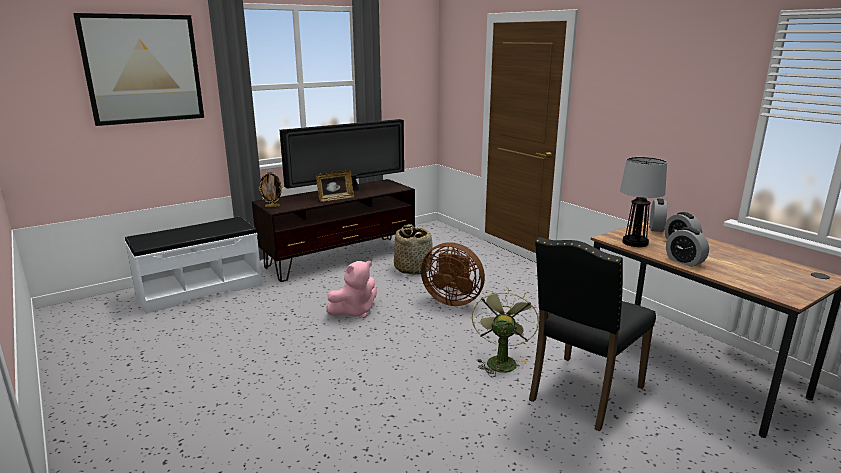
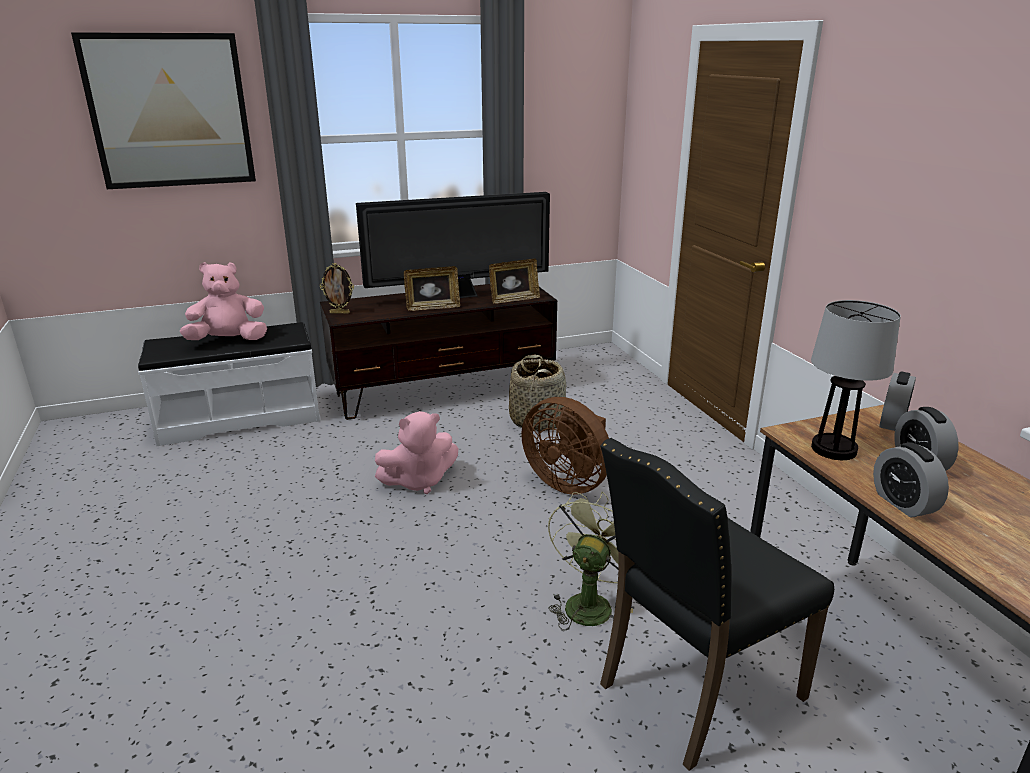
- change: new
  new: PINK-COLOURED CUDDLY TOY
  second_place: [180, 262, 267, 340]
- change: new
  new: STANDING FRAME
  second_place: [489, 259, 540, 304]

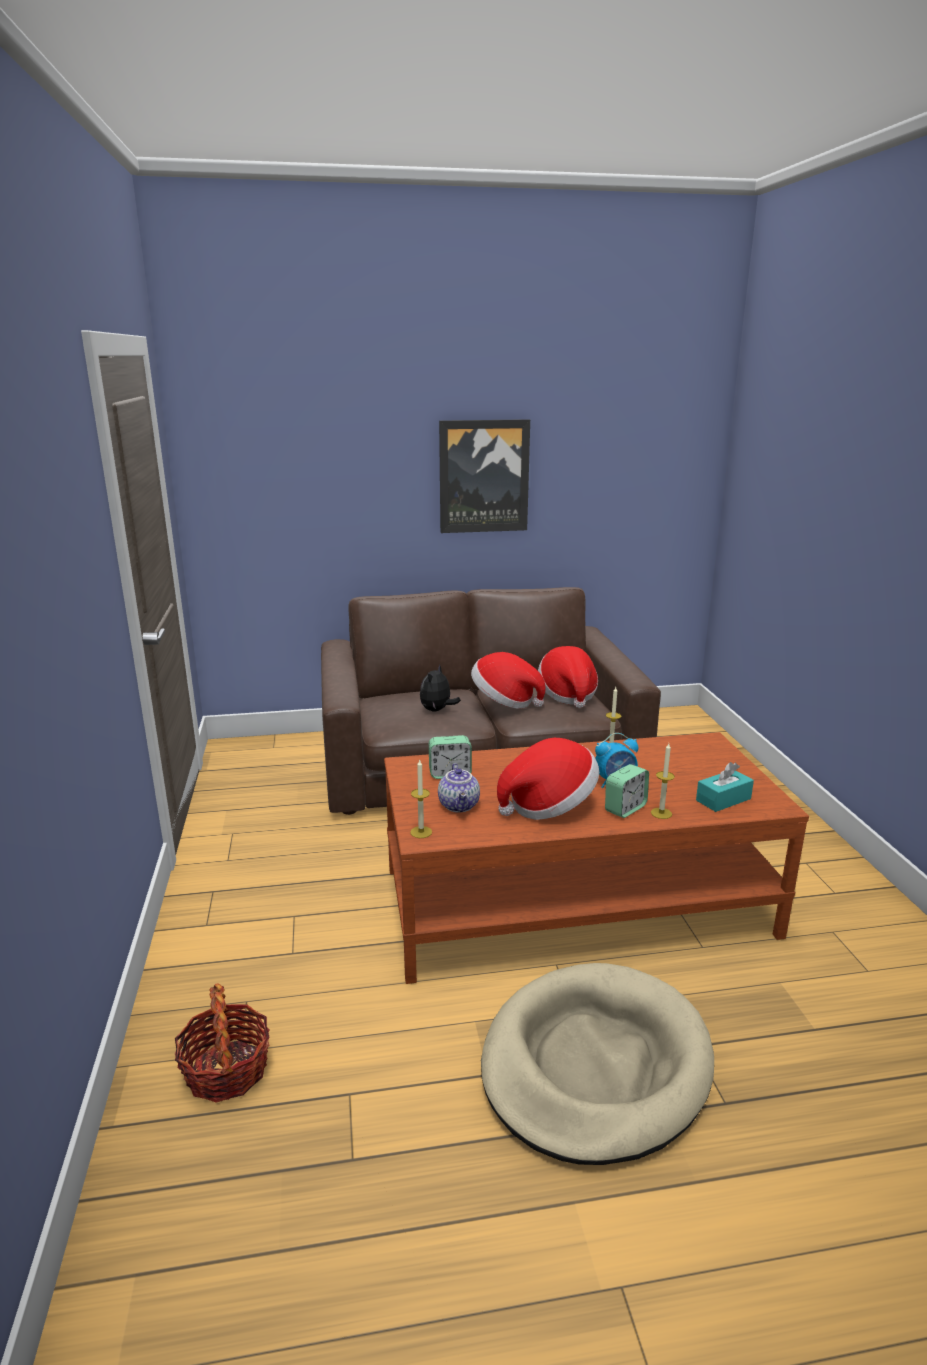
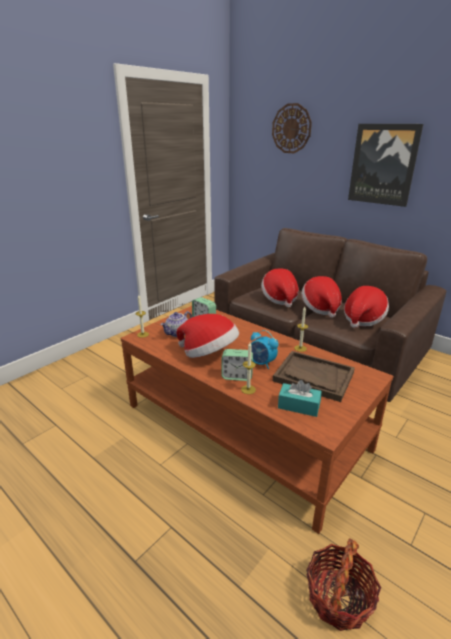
- change: shifted
  old: HOUSEHOLD BASKET
  first_place: [174, 983, 270, 1103]
  second_place: [306, 539, 381, 631]
- change: swapped
  old: CUDDLY TOY
  new: CLOTHING HAT
  first_place: [420, 665, 461, 712]
  second_place: [261, 268, 299, 307]
- change: gone
  old: BEIGE-COLOURED PET BED
  first_place: [481, 963, 714, 1165]
- change: new
  new: WALL CLOCK
  second_place: [272, 103, 312, 153]
- change: new
  new: BROWN CARRYING TRAY
  second_place: [273, 351, 355, 402]

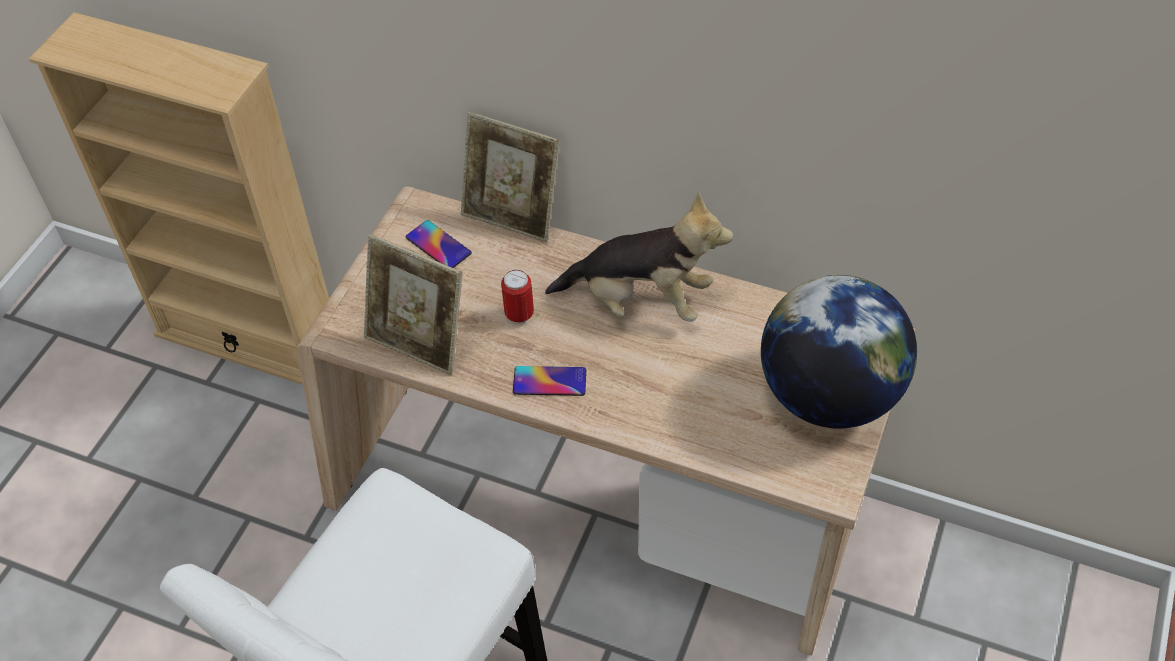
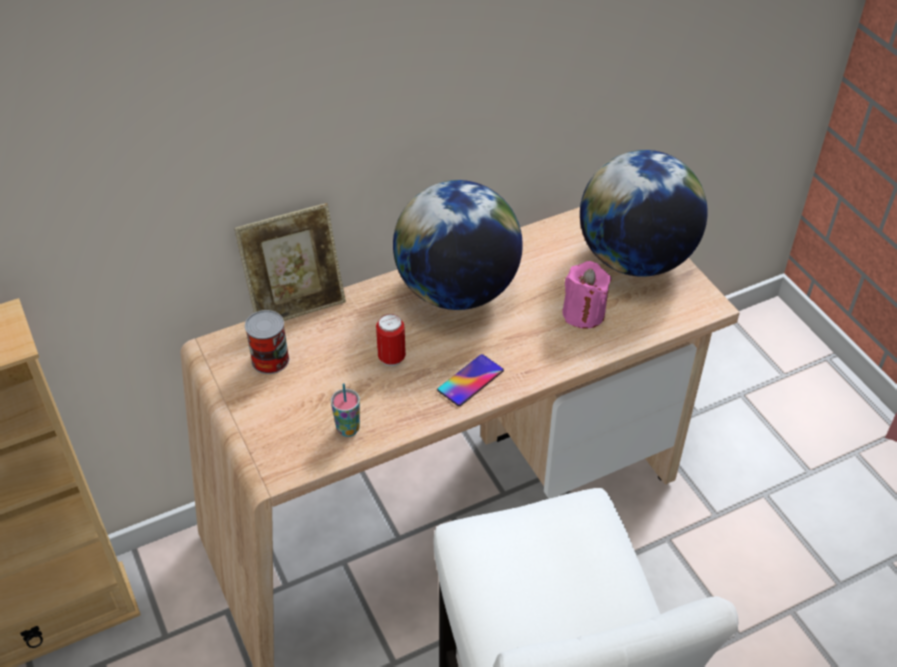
- change: swapped
  old: STANDING FRAME
  new: SMALL CUP
  first_place: [364, 234, 462, 375]
  second_place: [331, 383, 360, 437]
- change: swapped
  old: PHONE
  new: SEALED CAN
  first_place: [406, 220, 472, 268]
  second_place: [245, 310, 289, 374]
- change: swapped
  old: CUDDLY TOY
  new: WORLD GLOBE
  first_place: [545, 192, 733, 322]
  second_place: [393, 180, 523, 310]
- change: new
  new: PINK-COLOURED WAX LIGHT
  second_place: [562, 261, 611, 329]

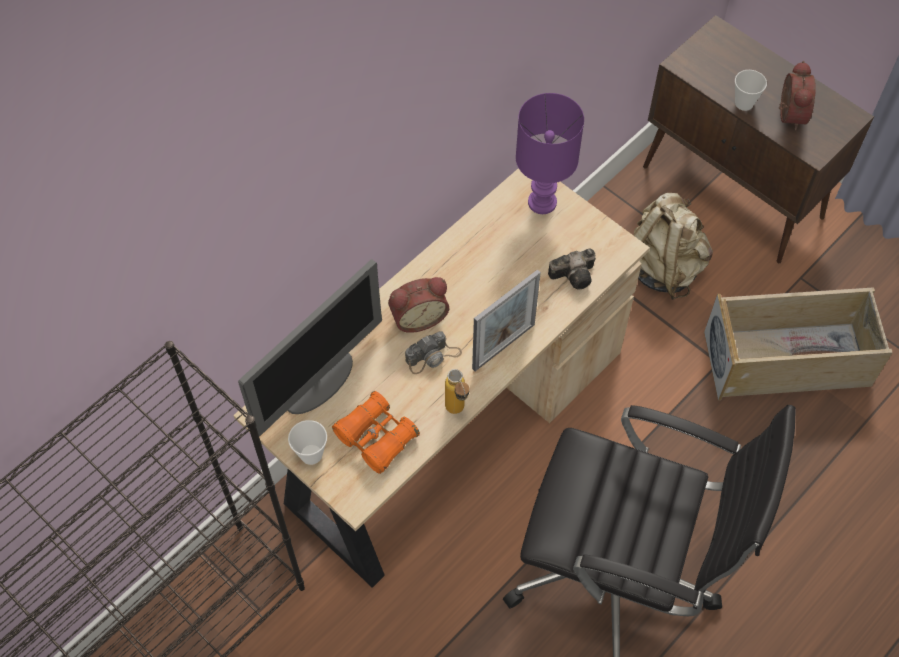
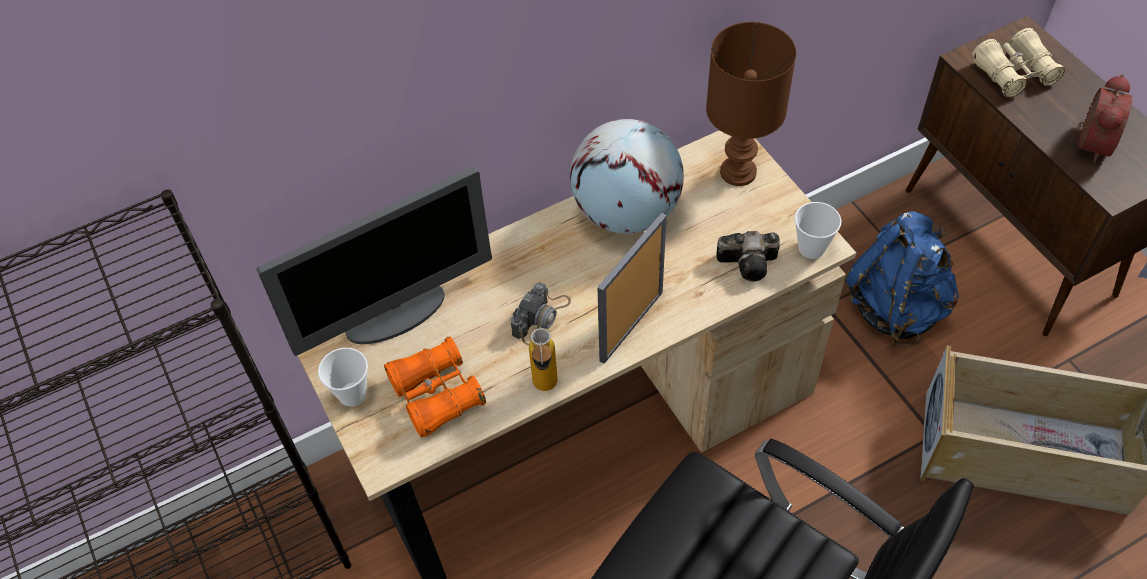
- change: gone
  old: ALARM CLOCK
  first_place: [388, 277, 449, 333]
- change: rotated
  old: PHOTO CAMERA
  first_place: [405, 331, 462, 374]
  second_place: [511, 282, 571, 345]
  degrees: -45
- change: rotated
  old: STANDING FRAME
  first_place: [472, 269, 541, 371]
  second_place: [597, 213, 667, 364]
  degrees: 150
- change: repainted
  old: PURPLE-COLOURED TABLE LAMP
  new: BROWN TABLE LAMP
  first_place: [516, 93, 584, 214]
  second_place: [706, 22, 796, 186]
- change: repainted
  old: BEIGE-COLOURED RUCKSACK
  new: BLUE-COLOURED RUCKSACK
  first_place: [633, 193, 713, 300]
  second_place: [844, 211, 959, 346]
- change: shifted
  old: SMALL CUP
  first_place: [735, 70, 767, 111]
  second_place: [795, 202, 841, 259]
- change: new
  new: WORLD GLOBE
  second_place: [570, 119, 684, 234]
- change: new
  new: BEIGE-COLOURED FIELD GLASSES
  second_place: [972, 28, 1065, 98]

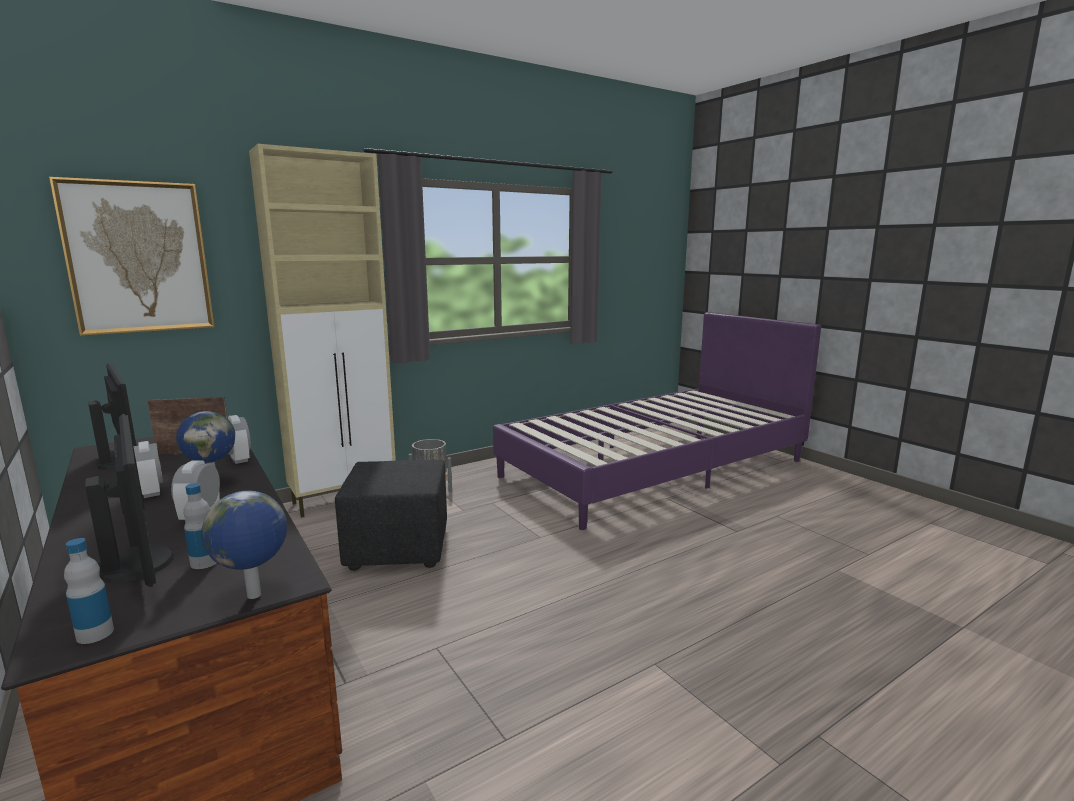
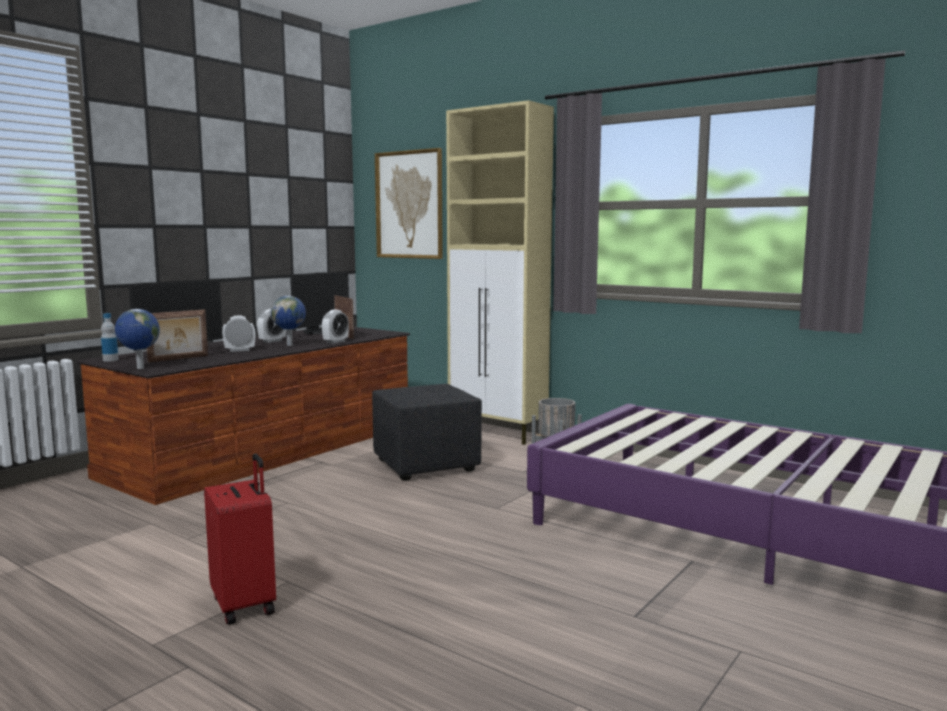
- change: swapped
  old: BOTTLE
  new: STANDING FRAME
  first_place: [183, 483, 216, 569]
  second_place: [147, 309, 208, 362]
- change: new
  new: REDDISH PIECE OF LUGGAGE
  second_place: [204, 453, 276, 625]

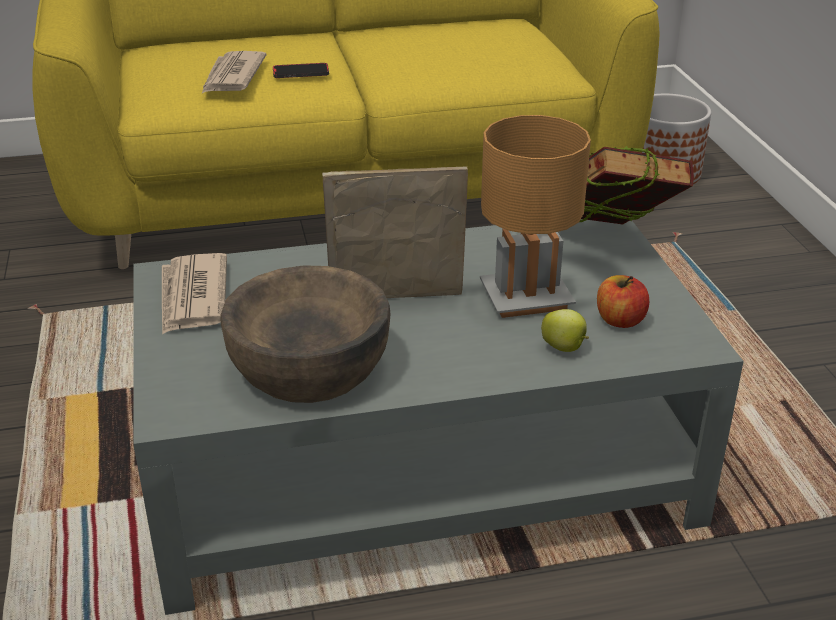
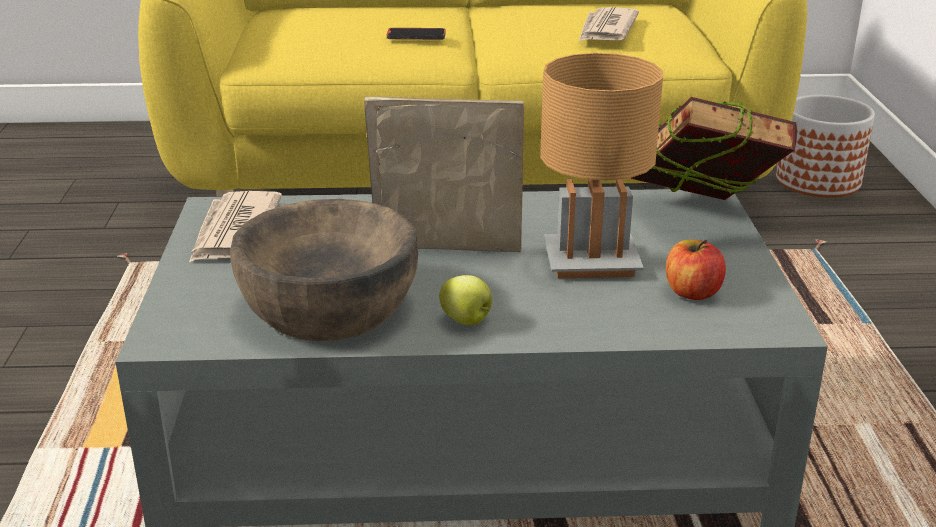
- change: shifted
  old: DAILY PAPER
  first_place: [201, 51, 266, 94]
  second_place: [578, 7, 639, 42]
- change: shifted
  old: APPLE FRUIT
  first_place: [541, 309, 589, 352]
  second_place: [439, 275, 492, 325]

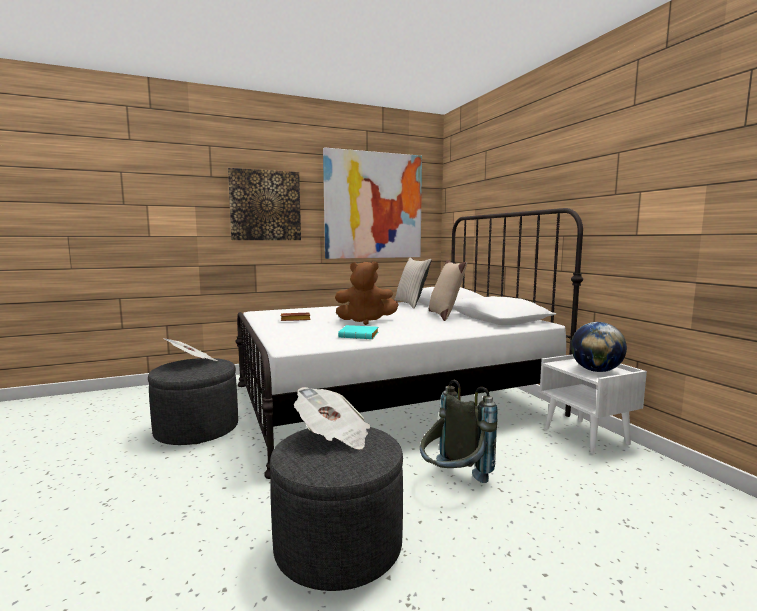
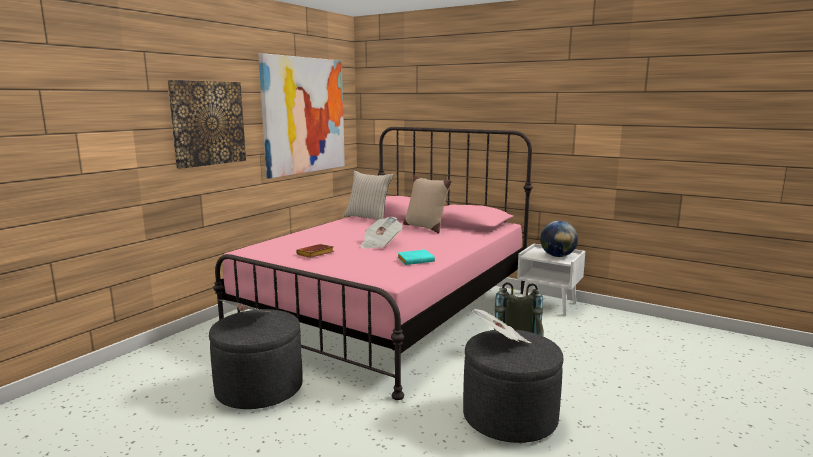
- change: repainted
  old: WHITE BEDROOM BED
  new: PINK-COLOURED BEDROOM BED
  first_place: [235, 208, 583, 479]
  second_place: [213, 127, 533, 400]
- change: swapped
  old: BROWN CUDDLY TOY
  new: DAILY PAPER
  first_place: [335, 261, 399, 325]
  second_place: [360, 217, 403, 249]

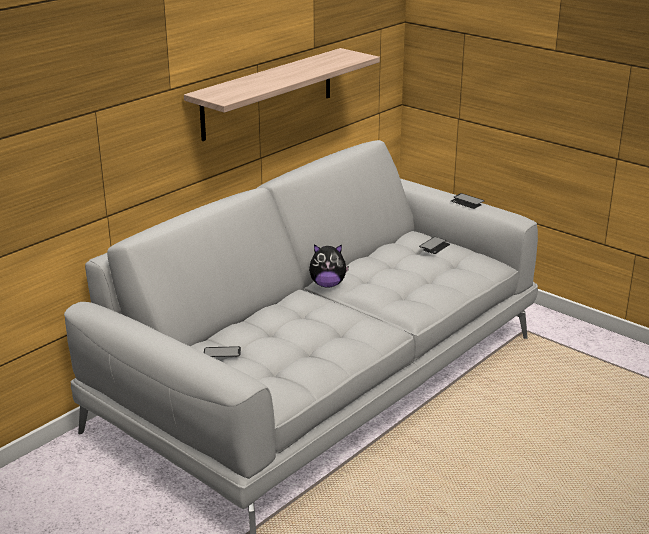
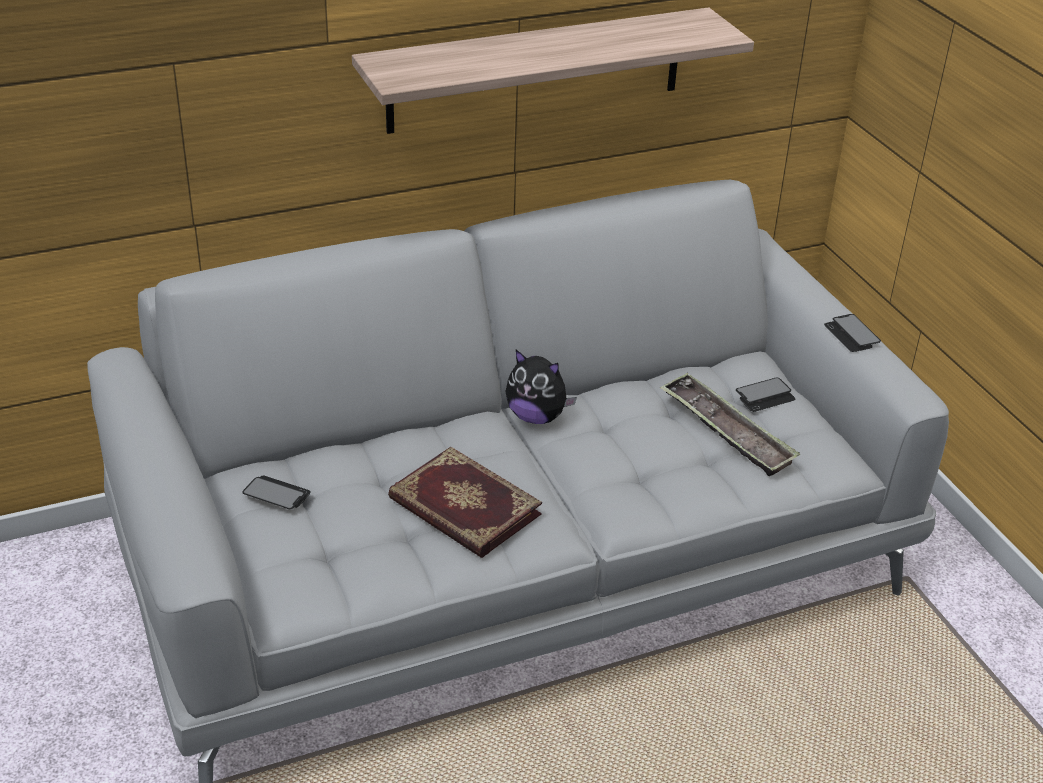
- change: new
  new: VOLUME
  second_place: [388, 447, 542, 558]
- change: new
  new: CARRYING TRAY
  second_place: [660, 372, 800, 476]

